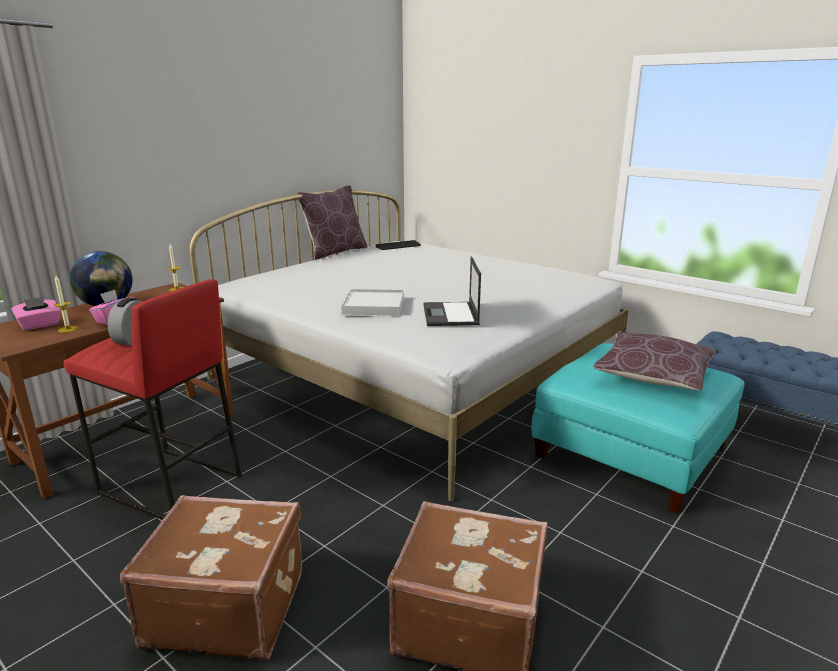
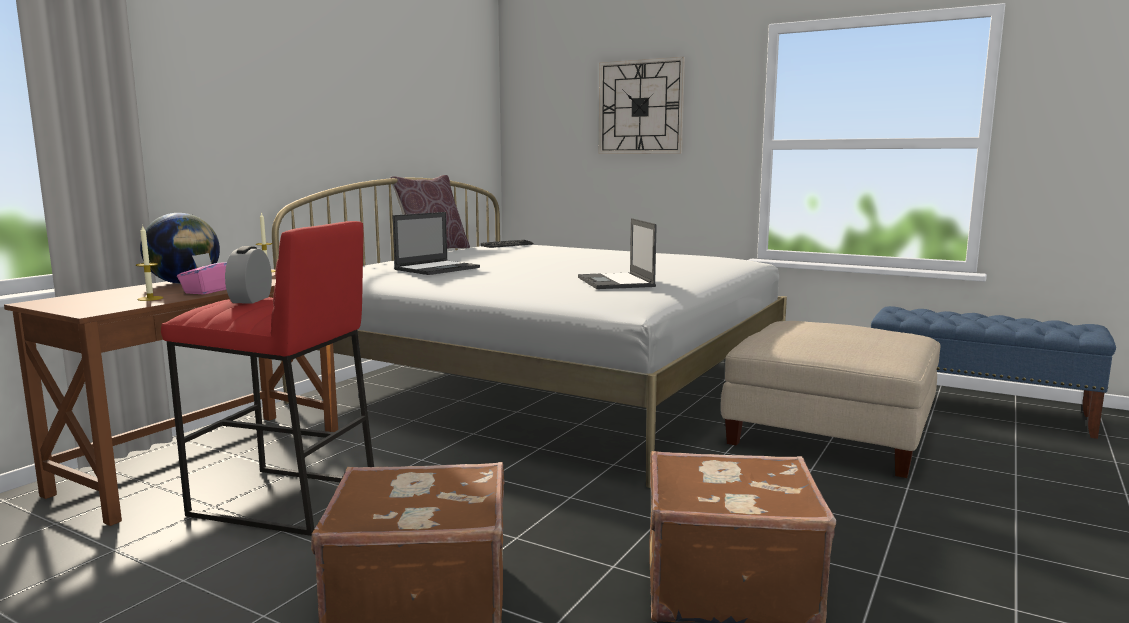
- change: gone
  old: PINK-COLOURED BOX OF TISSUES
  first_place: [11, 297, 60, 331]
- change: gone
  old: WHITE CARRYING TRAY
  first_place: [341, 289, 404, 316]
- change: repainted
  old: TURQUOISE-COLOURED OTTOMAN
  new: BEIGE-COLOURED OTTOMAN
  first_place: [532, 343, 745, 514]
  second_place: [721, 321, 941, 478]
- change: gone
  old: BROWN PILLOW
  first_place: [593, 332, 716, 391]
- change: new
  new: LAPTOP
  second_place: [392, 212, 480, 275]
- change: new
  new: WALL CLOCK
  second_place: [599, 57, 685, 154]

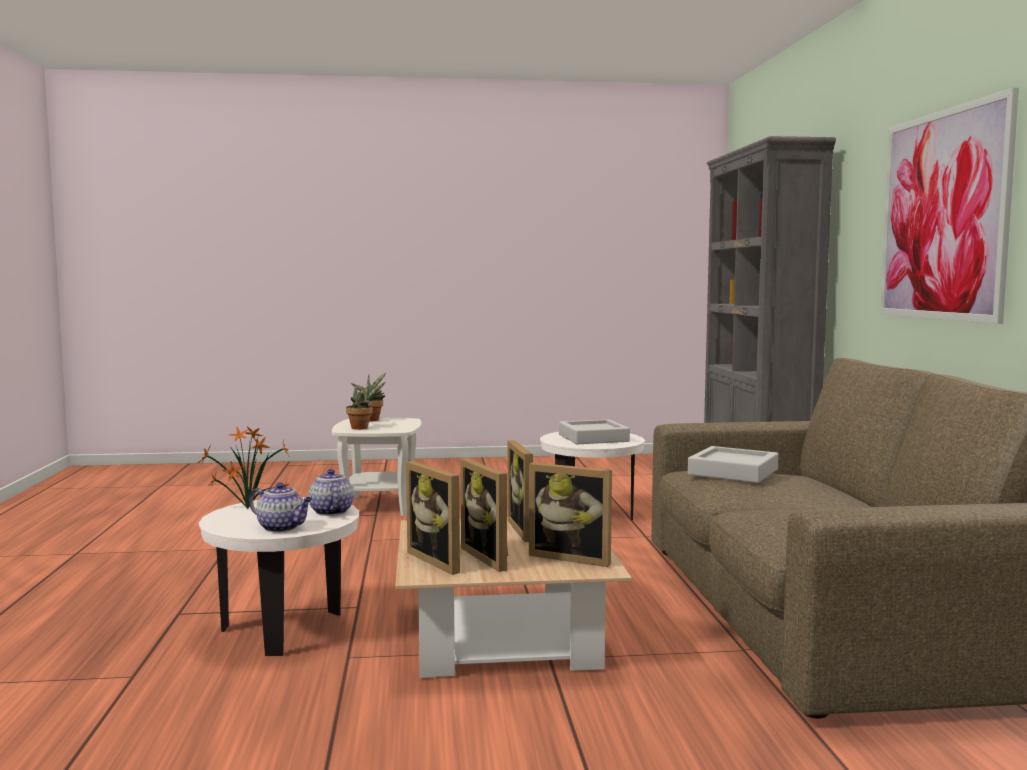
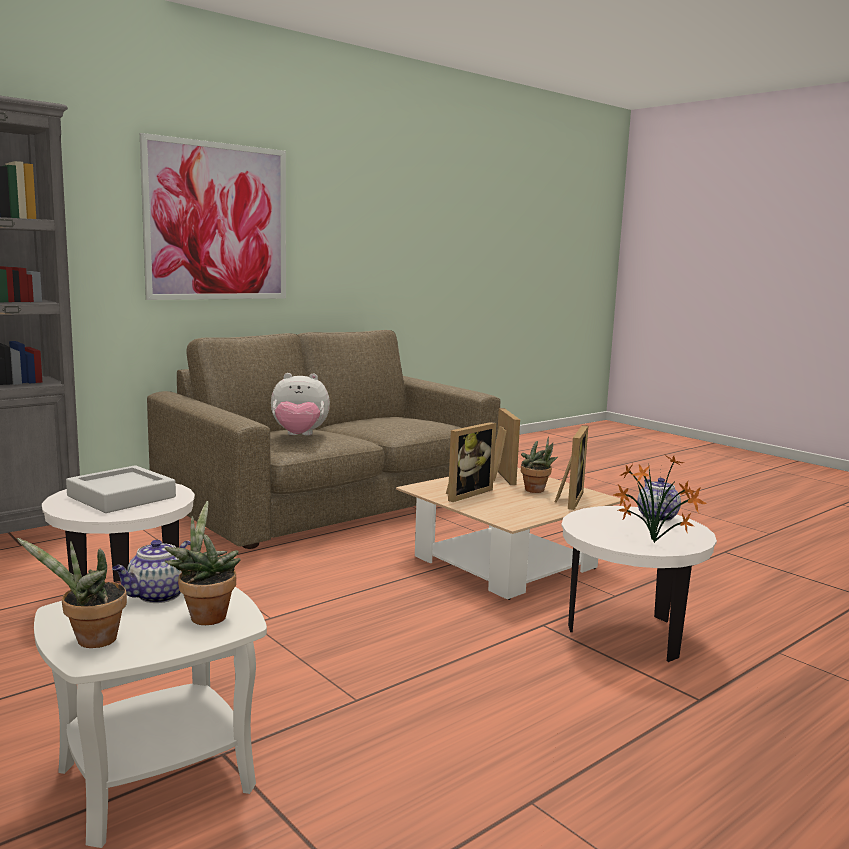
- change: shifted
  old: TEAPOT
  first_place: [308, 469, 354, 516]
  second_place: [112, 540, 191, 603]
- change: swapped
  old: STANDING FRAME
  new: HOUSEPLANT
  first_place: [460, 458, 508, 572]
  second_place: [521, 437, 558, 493]
- change: swapped
  old: GREYISH CARRYING TRAY
  new: CUDDLY TOY
  first_place: [688, 446, 779, 483]
  second_place: [271, 373, 330, 435]

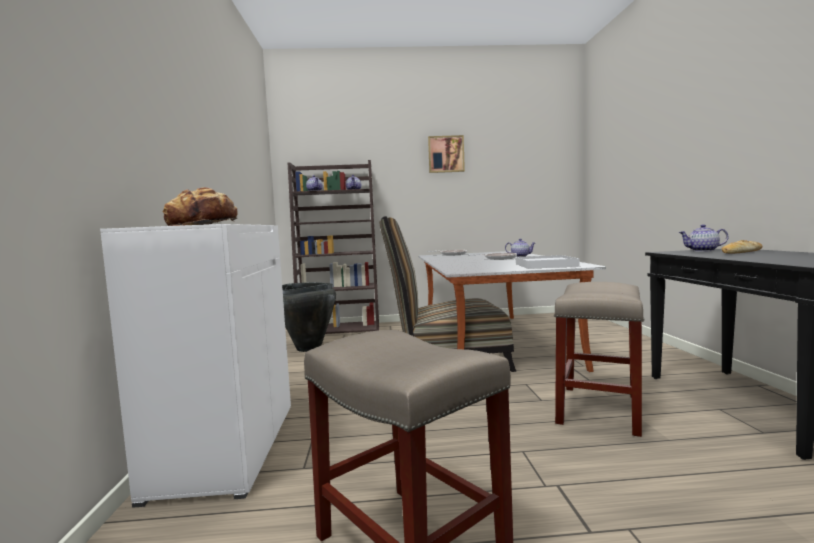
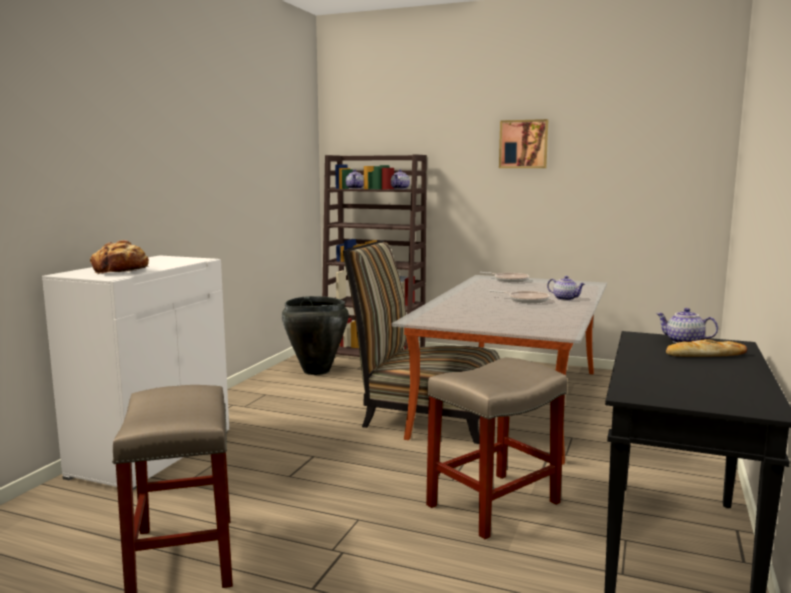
- change: gone
  old: WHITE CARRYING TRAY
  first_place: [516, 255, 580, 269]

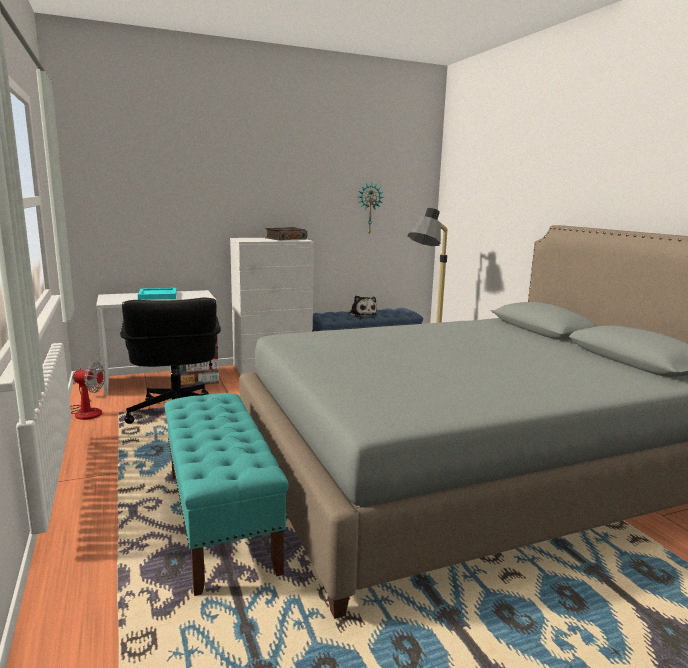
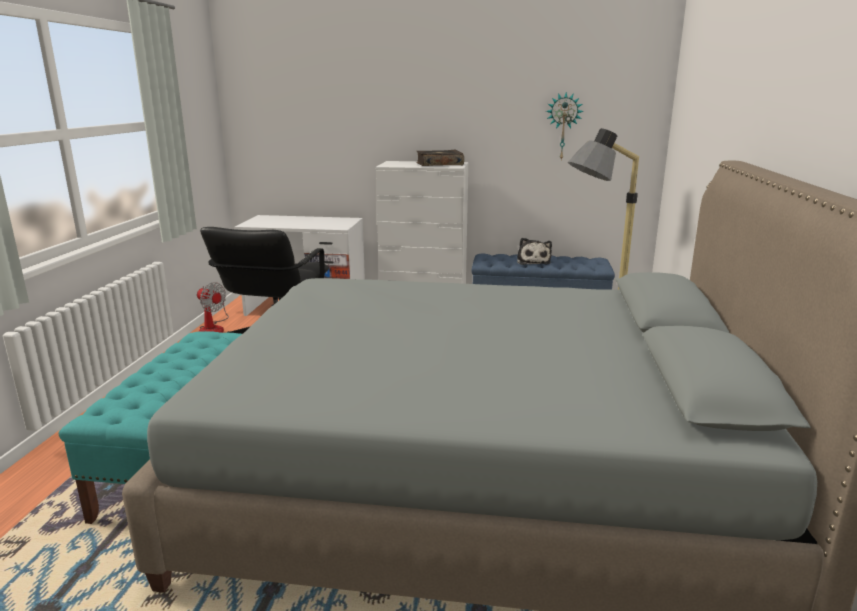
- change: gone
  old: TURQUOISE-COLOURED CARRYING TRAY
  first_place: [138, 288, 176, 300]

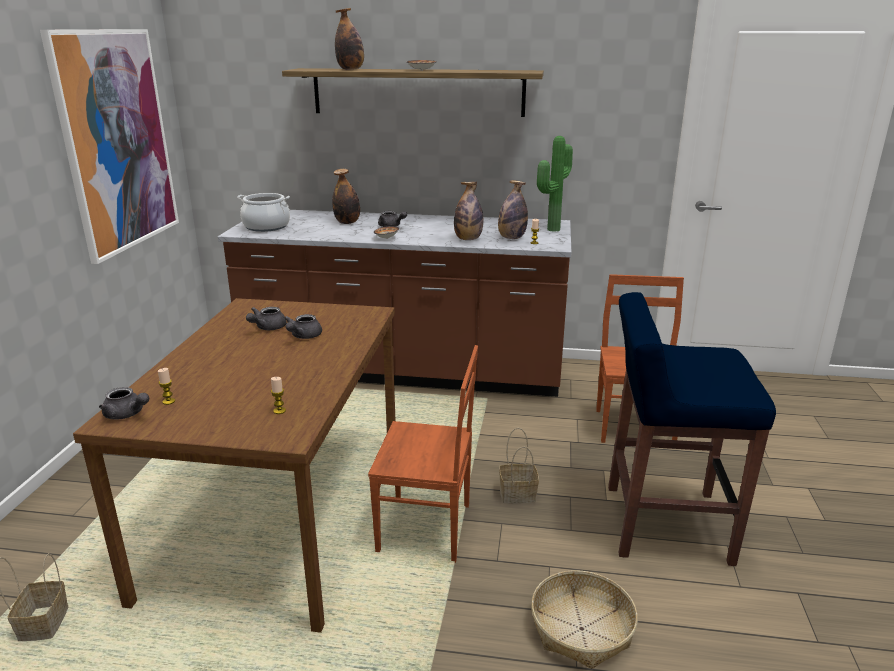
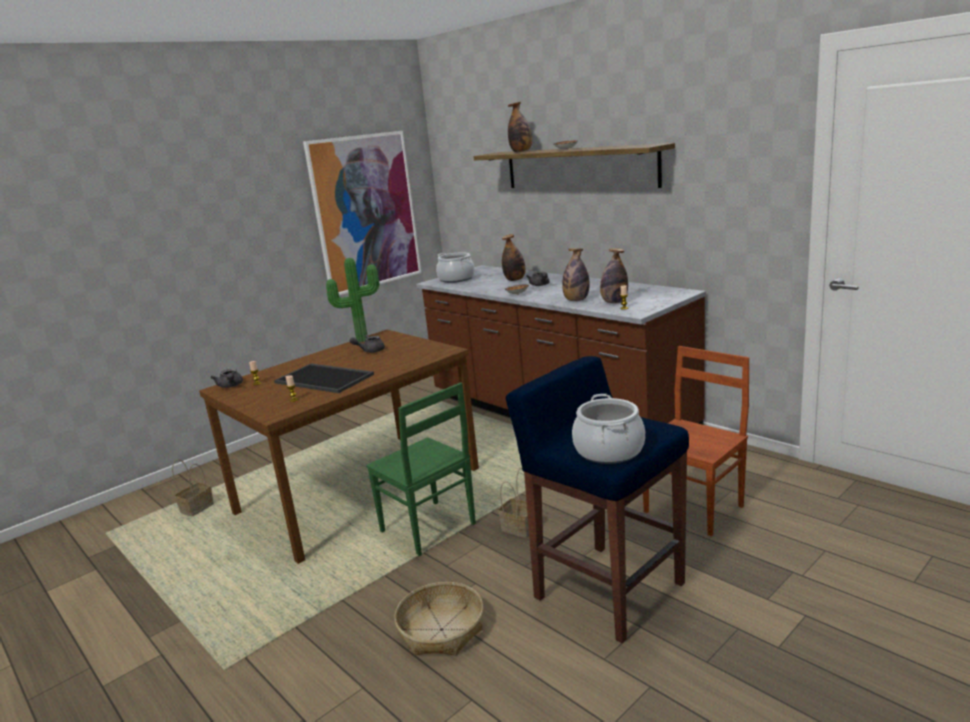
- change: gone
  old: GREYISH TEAPOT
  first_place: [284, 314, 322, 339]
- change: repainted
  old: BROWN PLAIN CHAIR
  new: GREEN-COLOURED PLAIN CHAIR
  first_place: [368, 345, 478, 563]
  second_place: [366, 382, 476, 556]
- change: shifted
  old: HOUSEPLANT
  first_place: [537, 136, 573, 232]
  second_place: [326, 258, 379, 342]
- change: new
  new: CARRYING TRAY
  second_place: [274, 363, 374, 393]
- change: new
  new: COOKING POT
  second_place: [572, 394, 645, 464]

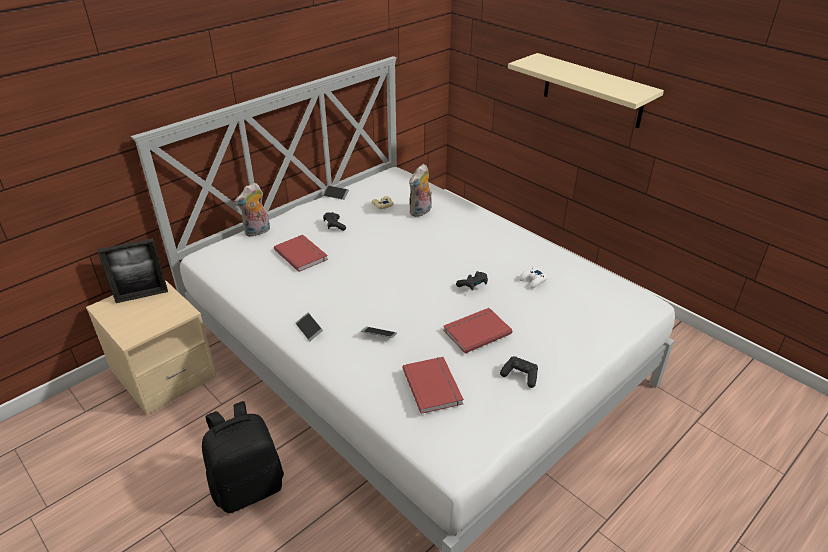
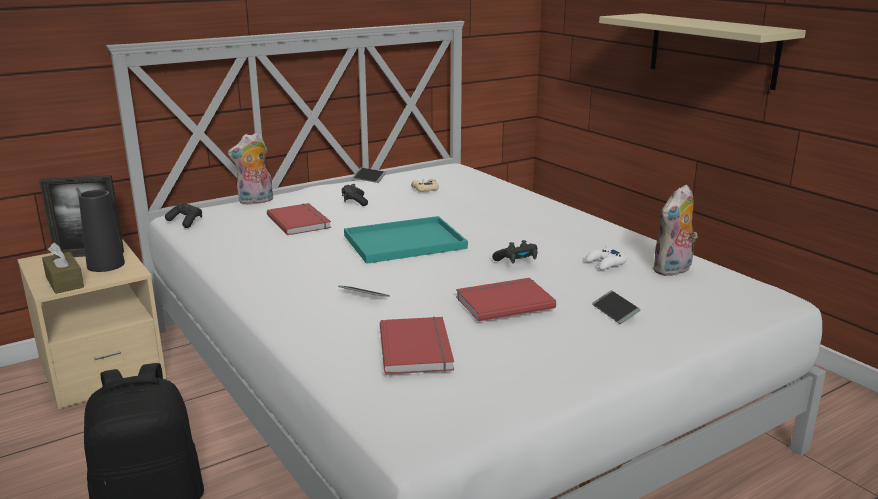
- change: shifted
  old: PHONE
  first_place: [295, 313, 323, 341]
  second_place: [592, 290, 641, 324]
- change: shifted
  old: CUDDLY TOY
  first_place: [409, 164, 432, 217]
  second_place: [652, 185, 698, 277]
- change: shifted
  old: BLACKISH GAME CONTROLLER
  first_place: [500, 356, 538, 388]
  second_place: [165, 203, 202, 228]
- change: new
  new: BROWN BOX OF TISSUES
  second_place: [42, 243, 84, 294]
- change: new
  new: BLACKISH FLOWER VASE
  second_place: [79, 190, 125, 272]
- change: new
  new: TURQUOISE-COLOURED CARRYING TRAY
  second_place: [344, 216, 468, 264]

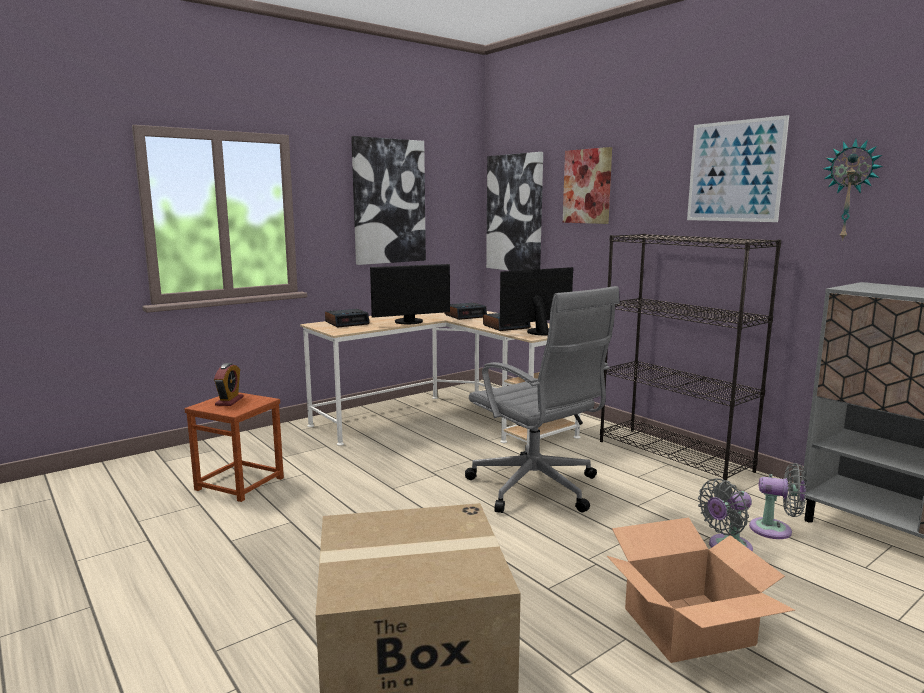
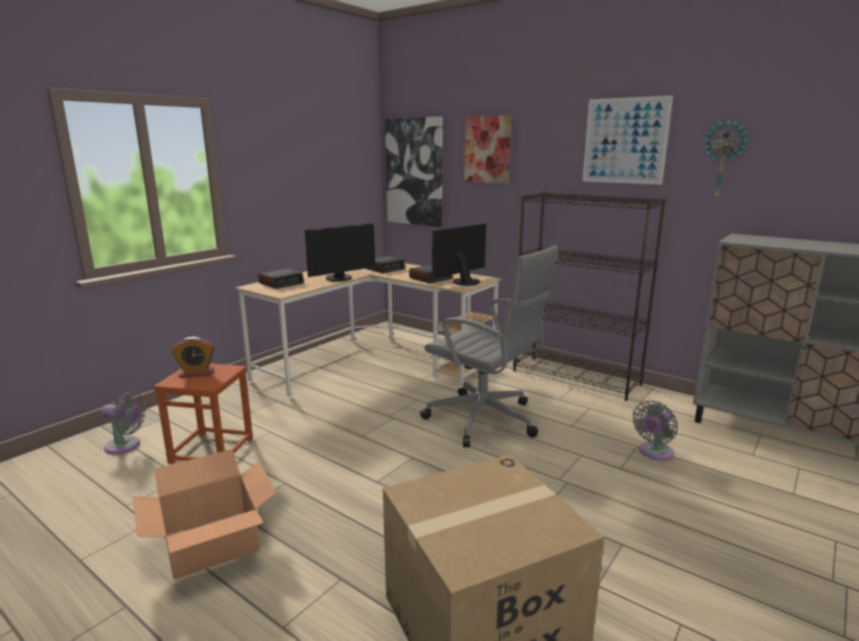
- change: rotated
  old: ALARM CLOCK
  first_place: [214, 363, 244, 406]
  second_place: [172, 337, 215, 378]
  degrees: 90
- change: gone
  old: PICTURE
  first_place: [351, 136, 426, 265]
- change: shifted
  old: CARTON
  first_place: [607, 517, 795, 663]
  second_place: [133, 449, 276, 580]
- change: shifted
  old: GREYISH COOLING FAN
  first_place: [749, 463, 807, 539]
  second_place: [101, 391, 146, 454]

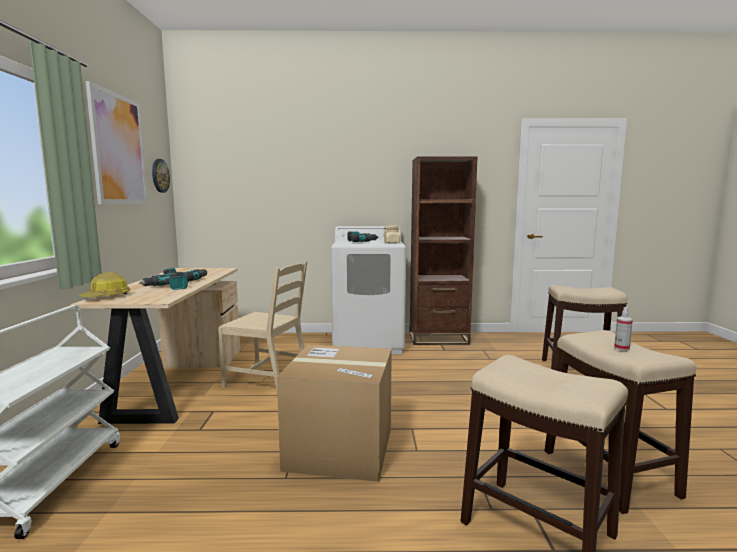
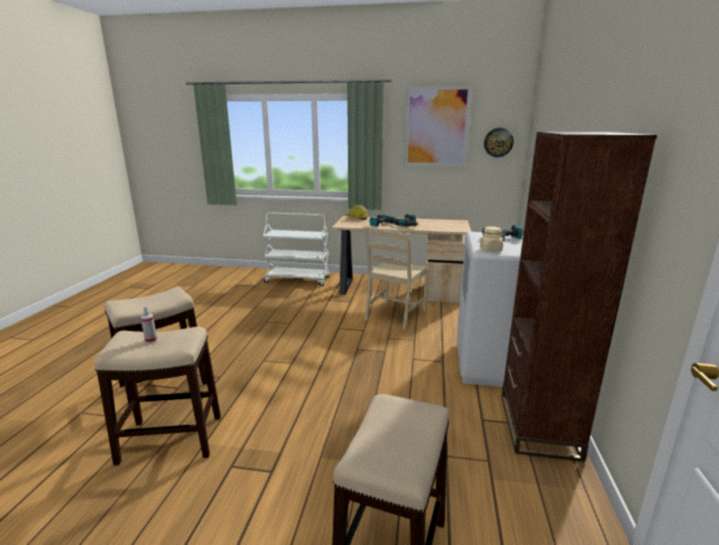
- change: gone
  old: CARTON
  first_place: [277, 344, 392, 482]

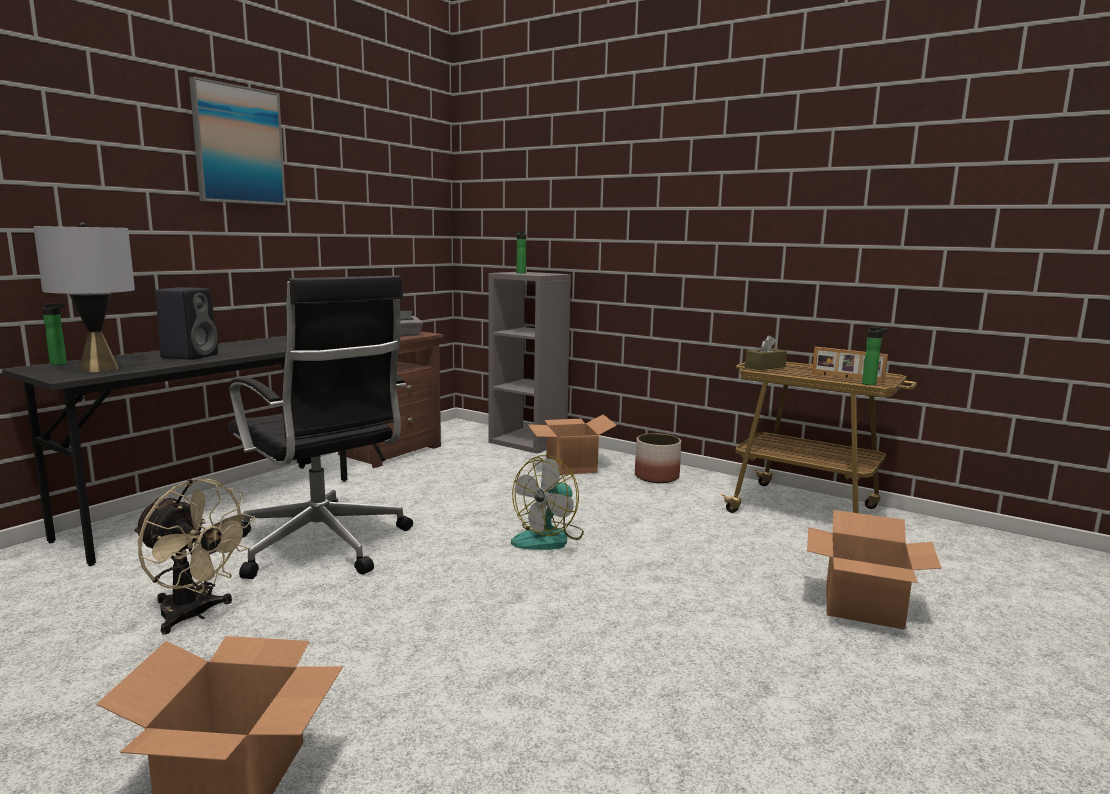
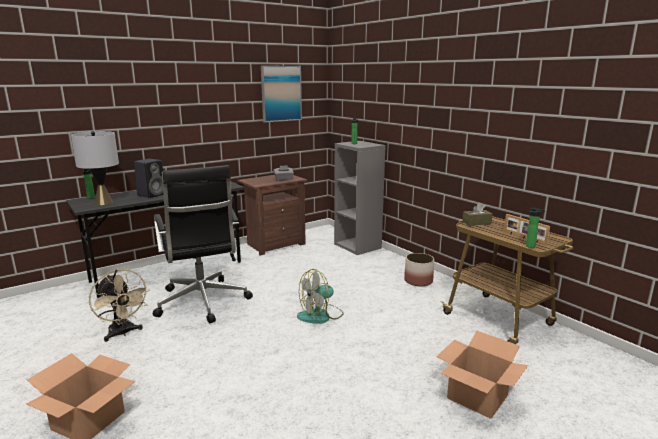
- change: shifted
  old: PICTURE
  first_place: [189, 76, 286, 205]
  second_place: [261, 65, 302, 122]
- change: gone
  old: CARTON
  first_place: [527, 414, 617, 475]

